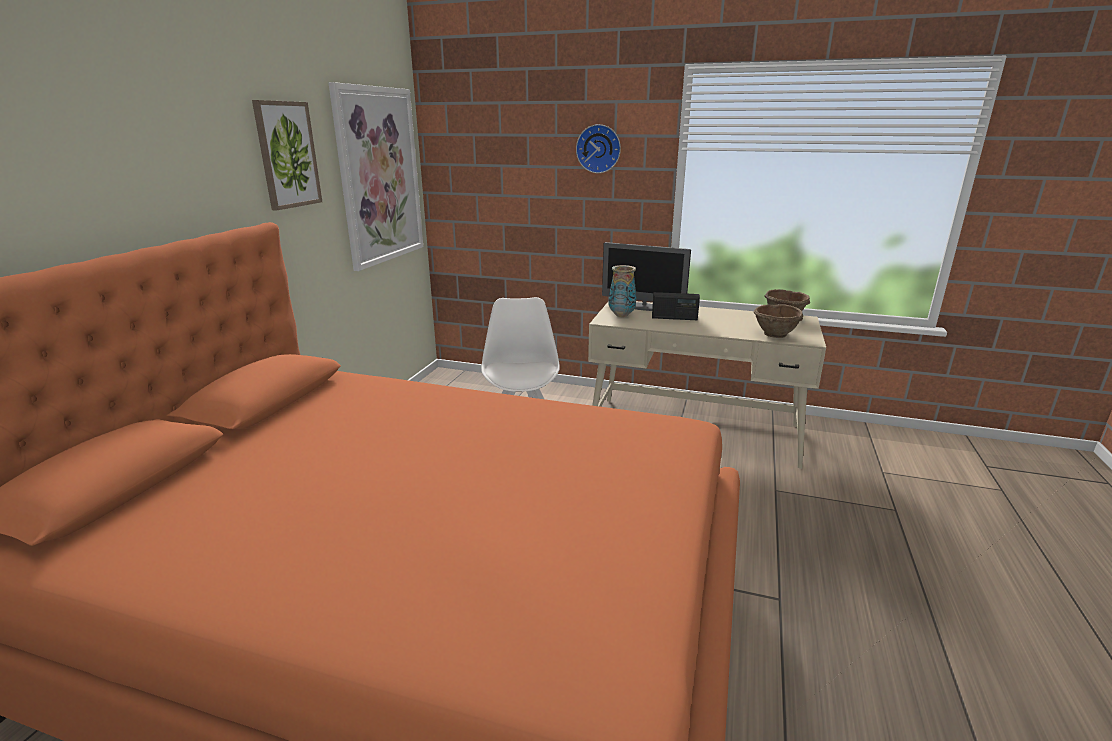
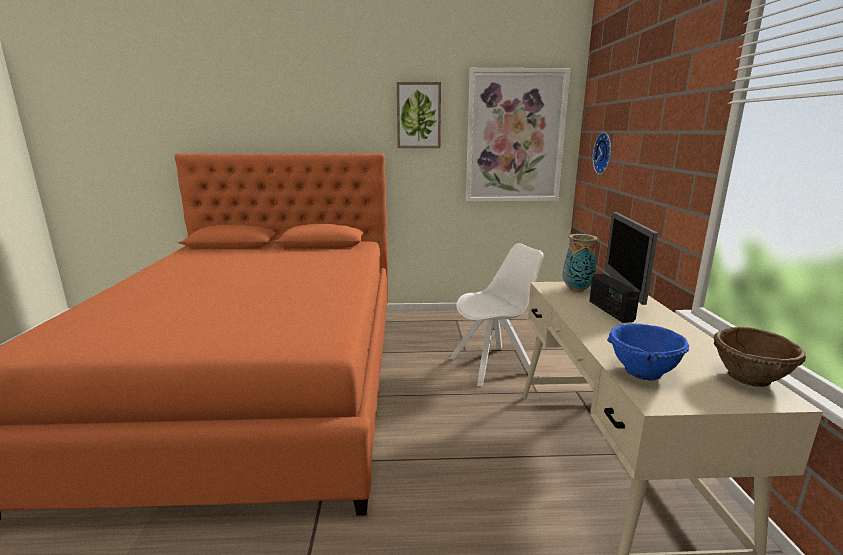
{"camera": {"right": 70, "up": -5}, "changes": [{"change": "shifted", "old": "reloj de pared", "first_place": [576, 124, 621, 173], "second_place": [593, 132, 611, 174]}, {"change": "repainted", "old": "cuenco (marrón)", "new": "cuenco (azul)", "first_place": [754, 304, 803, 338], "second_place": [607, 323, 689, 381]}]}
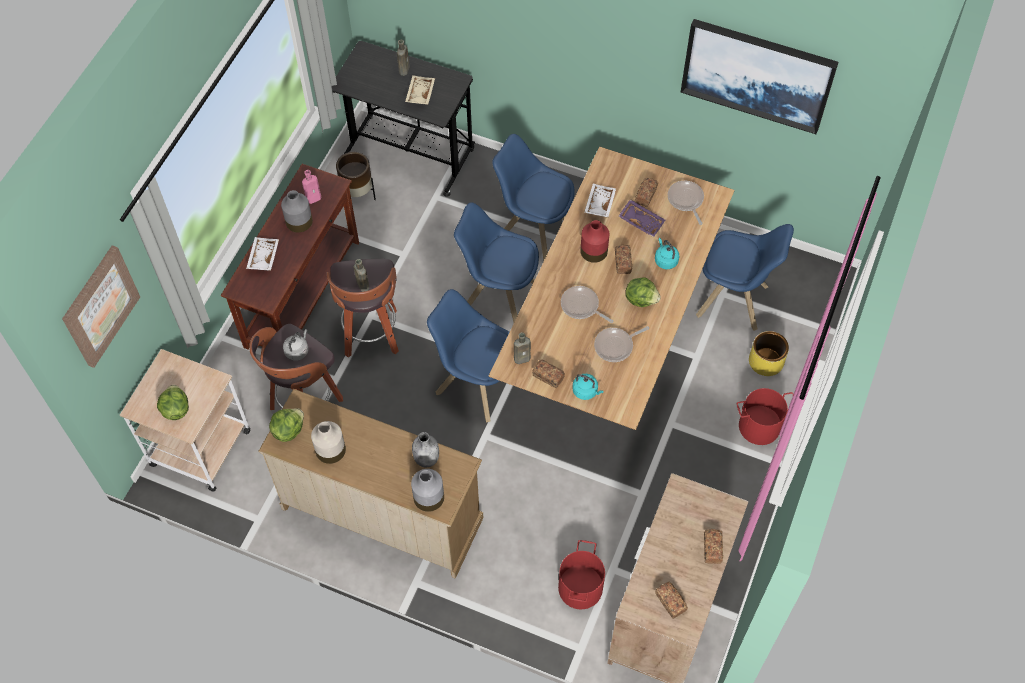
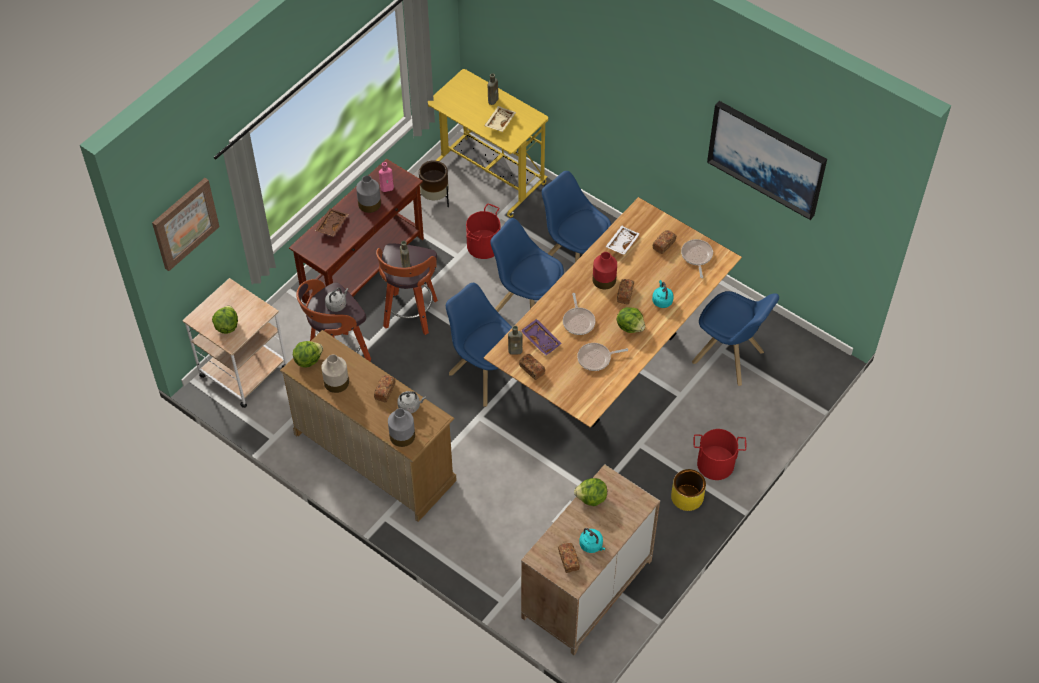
{"camera": {"right": 15, "up": -5}, "changes": [{"change": "repainted", "old": "bandeja (blanco)", "new": "bandeja (marrón)", "first_place": [246, 237, 279, 271], "second_place": [315, 208, 349, 237]}, {"change": "repainted", "old": "escritorio (negro)", "new": "escritorio (amarillo)", "first_place": [332, 41, 475, 196], "second_place": [428, 69, 548, 217]}, {"change": "swapped", "old": "botella (gris)", "new": "hervidor (gris)", "first_place": [412, 432, 439, 467], "second_place": [397, 391, 426, 413]}, {"change": "shifted", "old": "cubo (rojo)", "first_place": [558, 540, 605, 609], "second_place": [466, 204, 500, 259]}, {"change": "rotated", "old": "sartén", "first_place": [561, 286, 613, 323], "second_place": [563, 293, 596, 335], "degrees": -150}, {"change": "shifted", "old": "hervidor (turquesa)", "first_place": [572, 374, 603, 400], "second_place": [579, 528, 605, 553]}, {"change": "shifted", "old": "bandeja (morado)", "first_place": [619, 199, 665, 237], "second_place": [521, 319, 562, 356]}, {"change": "shifted", "old": "pan", "first_place": [704, 529, 723, 564], "second_place": [374, 375, 395, 402]}, {"change": "shifted", "old": "maceta (amarillo)", "first_place": [749, 331, 789, 376], "second_place": [671, 469, 706, 511]}, {"change": "new", "new": "lechuga", "second_place": [574, 478, 607, 506]}]}
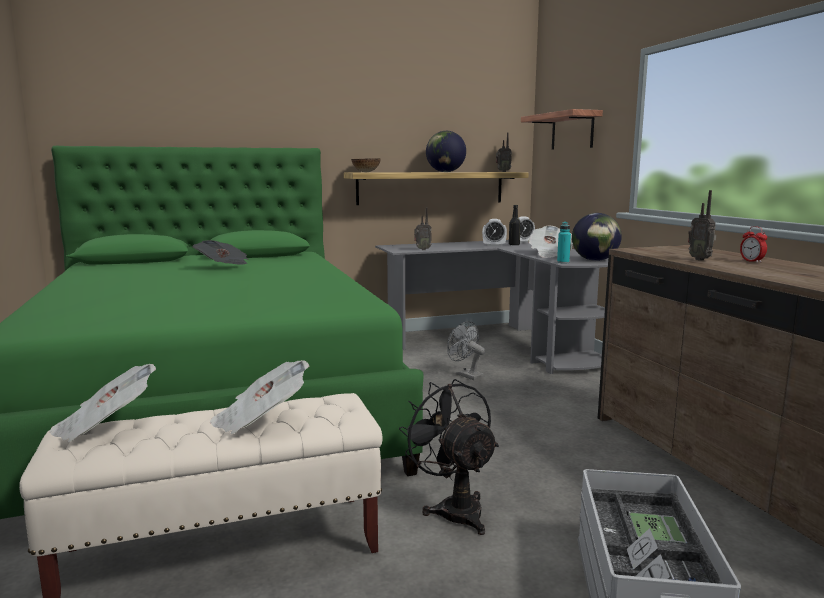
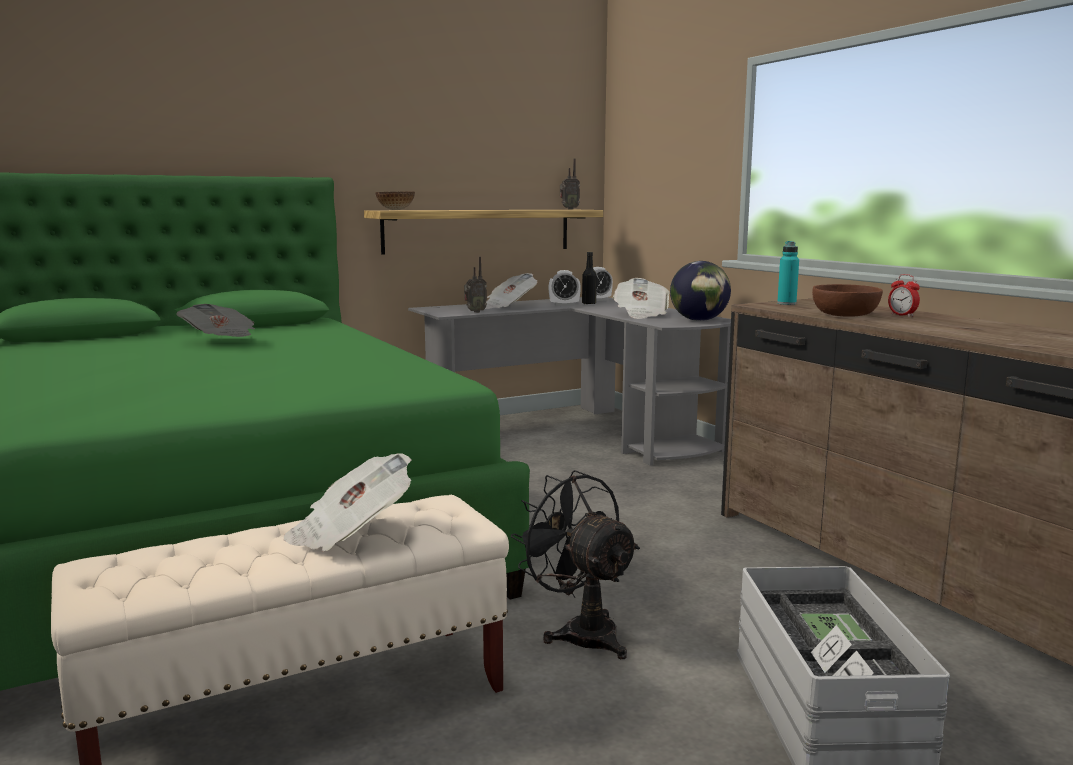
{"camera": {"right": -10, "up": 0}, "changes": [{"change": "shifted", "old": "periódico", "first_place": [49, 364, 156, 442], "second_place": [485, 273, 537, 309]}, {"change": "gone", "old": "globo terráqueo", "first_place": [426, 131, 466, 172]}, {"change": "gone", "old": "ventilador (gris)", "first_place": [447, 321, 485, 380]}, {"change": "gone", "old": "estante", "first_place": [521, 109, 603, 149]}, {"change": "shifted", "old": "botella (turquesa)", "first_place": [557, 222, 571, 263], "second_place": [777, 241, 799, 305]}, {"change": "swapped", "old": "radio", "new": "cuenco (marrón)", "first_place": [688, 190, 716, 260], "second_place": [812, 284, 883, 317]}]}
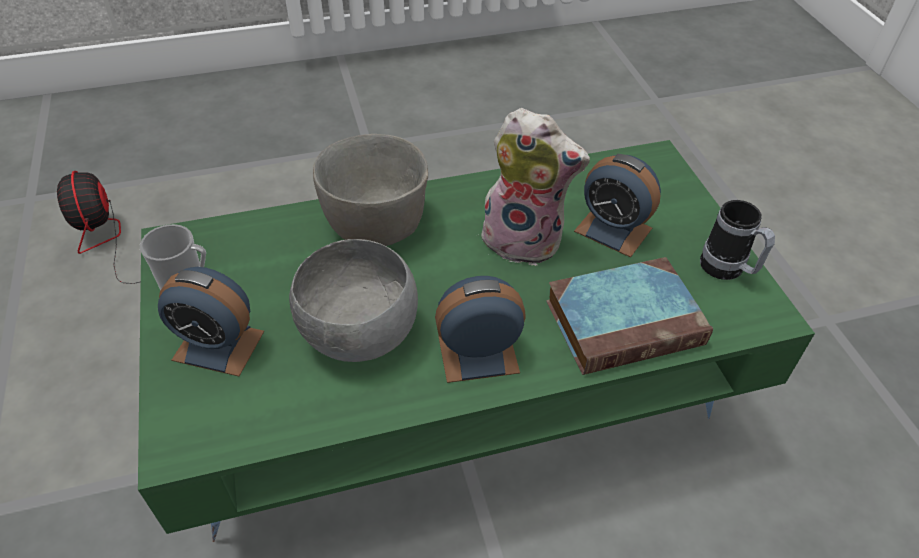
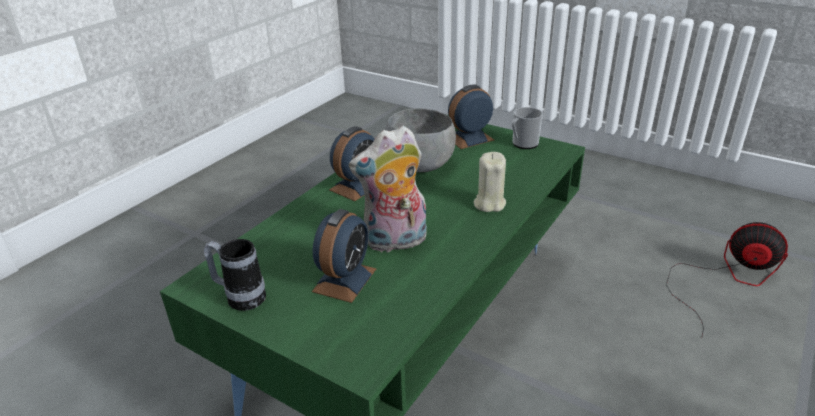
{"camera": {"right": 140, "up": -15}, "changes": [{"change": "swapped", "old": "cuenco (gris)", "new": "vela (beis)", "first_place": [313, 134, 428, 246], "second_place": [474, 152, 506, 212]}, {"change": "gone", "old": "libro", "first_place": [546, 257, 713, 375]}, {"change": "rotated", "old": "despertador", "first_place": [574, 154, 661, 258], "second_place": [312, 209, 376, 303], "degrees": 120}]}
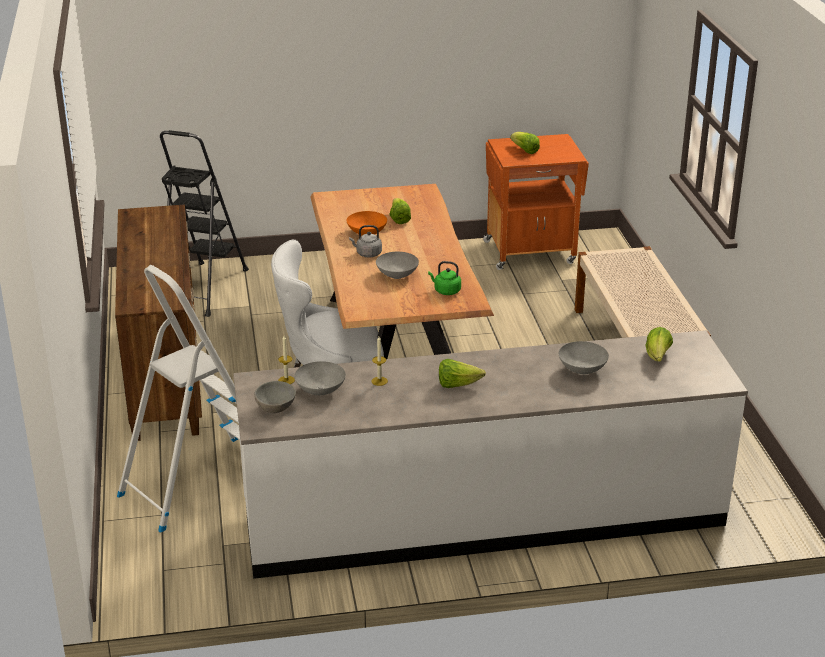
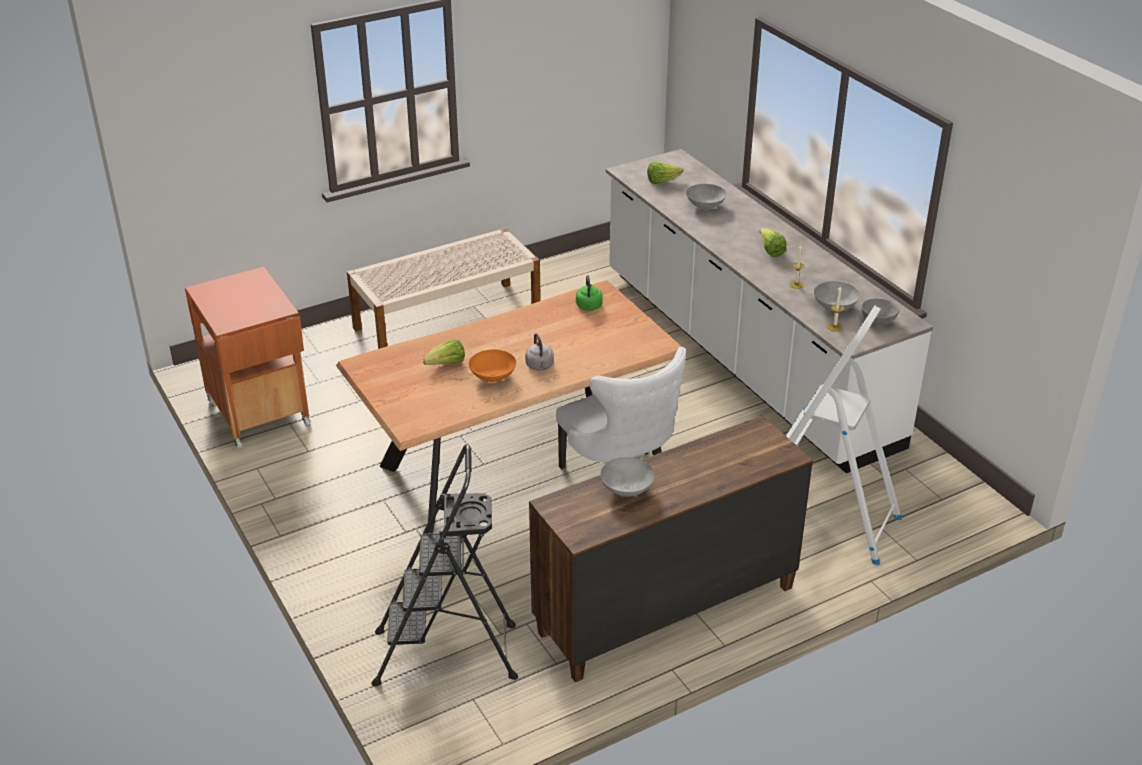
{"camera": {"right": -110, "up": 5}, "changes": [{"change": "shifted", "old": "cuenco (gris)", "first_place": [376, 252, 419, 279], "second_place": [600, 457, 655, 497]}, {"change": "gone", "old": "lechuga", "first_place": [510, 132, 540, 154]}]}
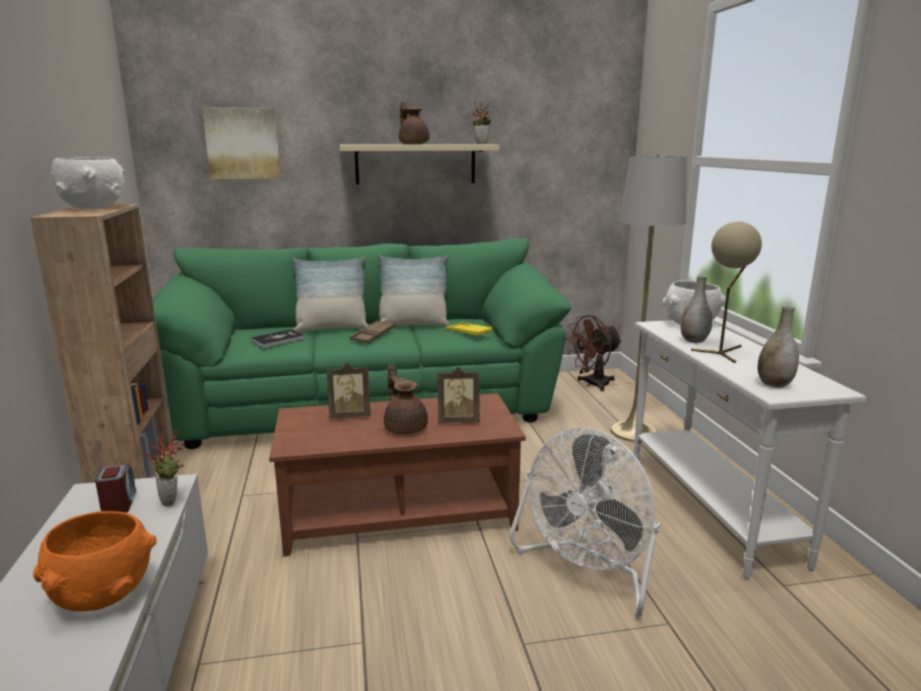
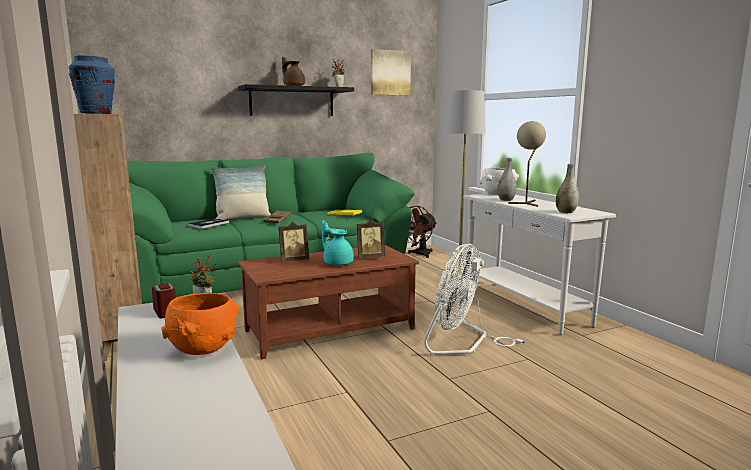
{"camera": {"right": -15, "up": -5}, "changes": [{"change": "swapped", "old": "cuenco (blanco)", "new": "florero (azul)", "first_place": [51, 157, 125, 209], "second_place": [69, 56, 115, 114]}, {"change": "shifted", "old": "cuadro", "first_place": [202, 107, 281, 179], "second_place": [371, 49, 411, 96]}, {"change": "repainted", "old": "estante (beis)", "new": "estante (negro)", "first_place": [339, 144, 500, 185], "second_place": [238, 84, 354, 116]}, {"change": "gone", "old": "cojín", "first_place": [378, 255, 450, 326]}, {"change": "repainted", "old": "tetera (marrón)", "new": "tetera (turquesa)", "first_place": [384, 364, 428, 435], "second_place": [322, 220, 354, 265]}, {"change": "rotated", "old": "ventilador (blanco)", "first_place": [510, 427, 661, 619], "second_place": [424, 244, 525, 356], "degrees": 90}]}
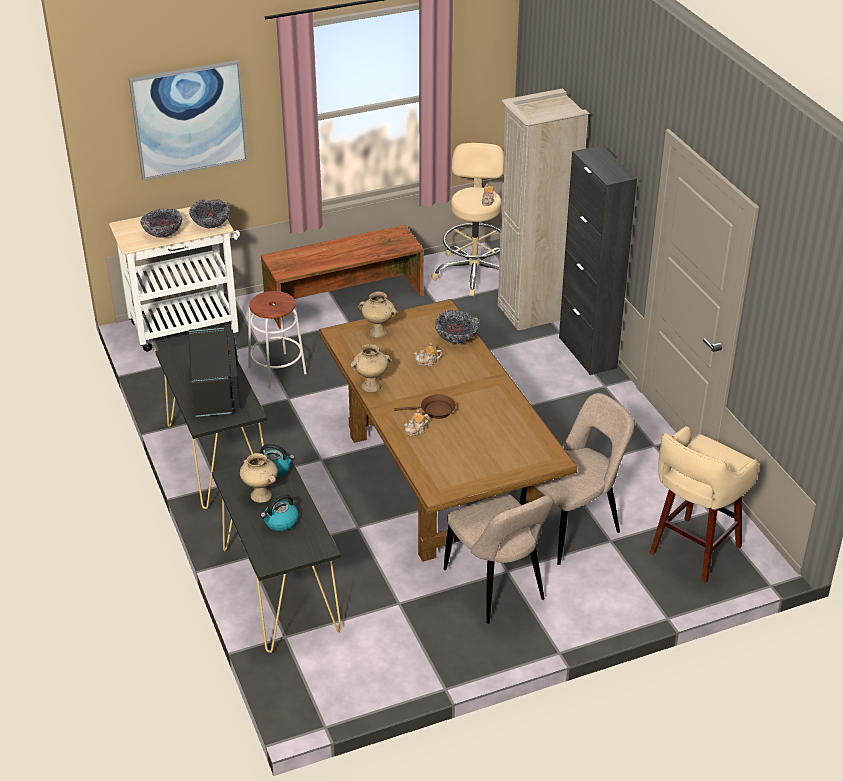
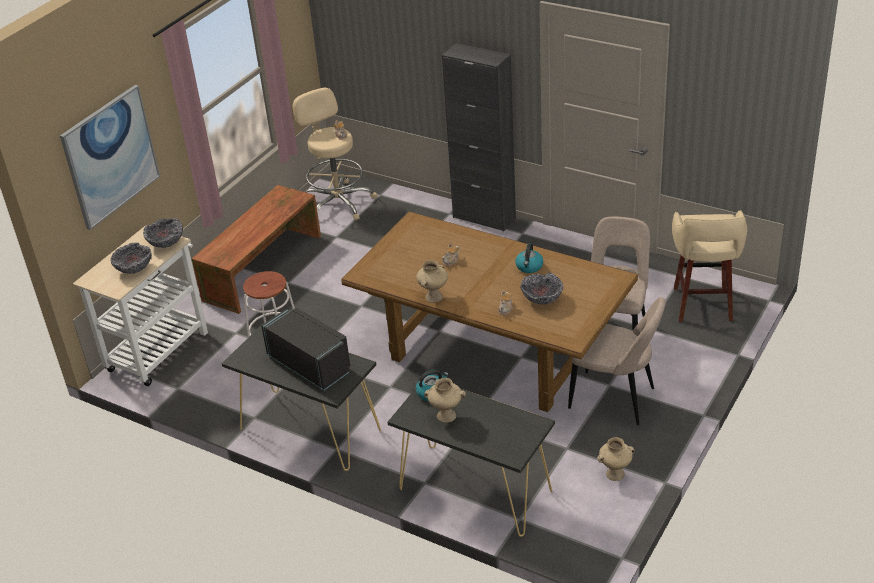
{"camera": {"right": -35, "up": 0}, "changes": [{"change": "shifted", "old": "hervidor", "first_place": [261, 494, 299, 531], "second_place": [515, 243, 543, 273]}, {"change": "shifted", "old": "florero (beis)", "first_place": [358, 292, 397, 338], "second_place": [597, 437, 635, 481]}, {"change": "gone", "old": "sartén (marrón)", "first_place": [394, 394, 456, 419]}, {"change": "shifted", "old": "cuenco", "first_place": [435, 310, 479, 344], "second_place": [521, 273, 563, 305]}, {"change": "gone", "old": "armario (beis)", "first_place": [498, 88, 589, 330]}]}
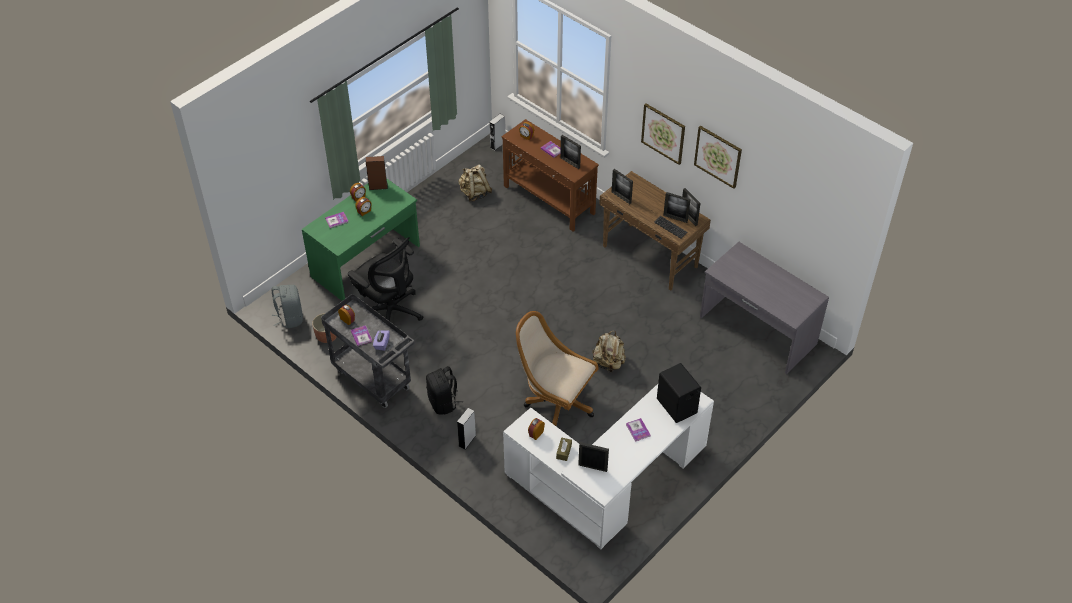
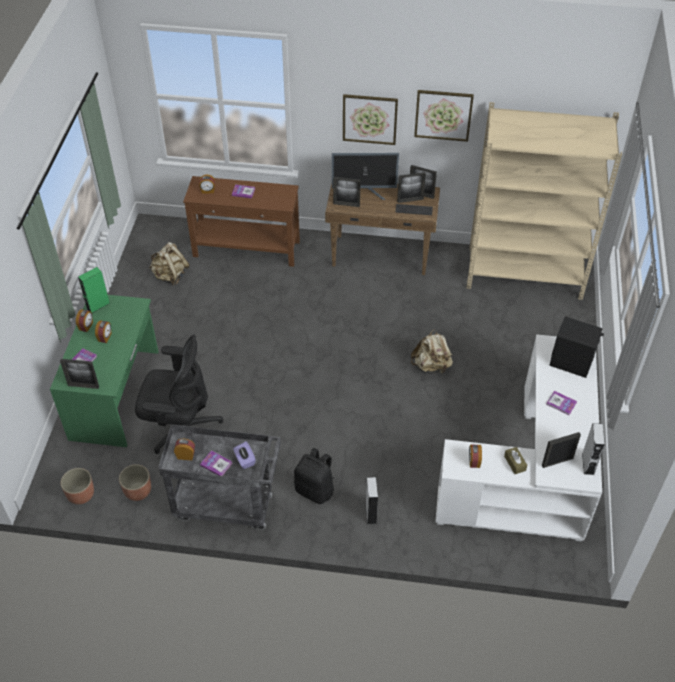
{"camera": {"right": -35, "up": 0}, "changes": [{"change": "swapped", "old": "mochila (gris)", "new": "maceta", "first_place": [271, 285, 303, 328], "second_place": [61, 468, 94, 505]}, {"change": "repainted", "old": "altavoz (marrón)", "new": "altavoz (verde)", "first_place": [366, 156, 388, 190], "second_place": [78, 267, 110, 313]}, {"change": "shifted", "old": "altavoz (gris)", "first_place": [489, 114, 505, 151], "second_place": [582, 423, 605, 475]}, {"change": "gone", "old": "silla de oficina", "first_place": [516, 311, 599, 426]}, {"change": "shifted", "old": "portarretratos", "first_place": [560, 135, 581, 169], "second_place": [60, 359, 99, 389]}, {"change": "swapped", "old": "escritorio (gris)", "new": "estantería (beis)", "first_place": [700, 242, 829, 374], "second_place": [467, 102, 622, 300]}, {"change": "new", "new": "monitor", "second_place": [332, 153, 399, 200]}]}
